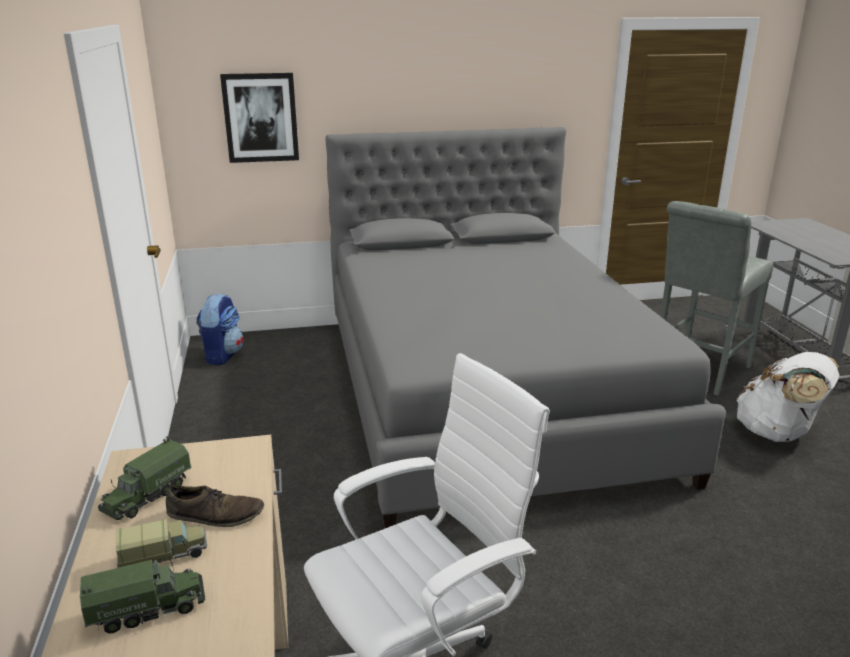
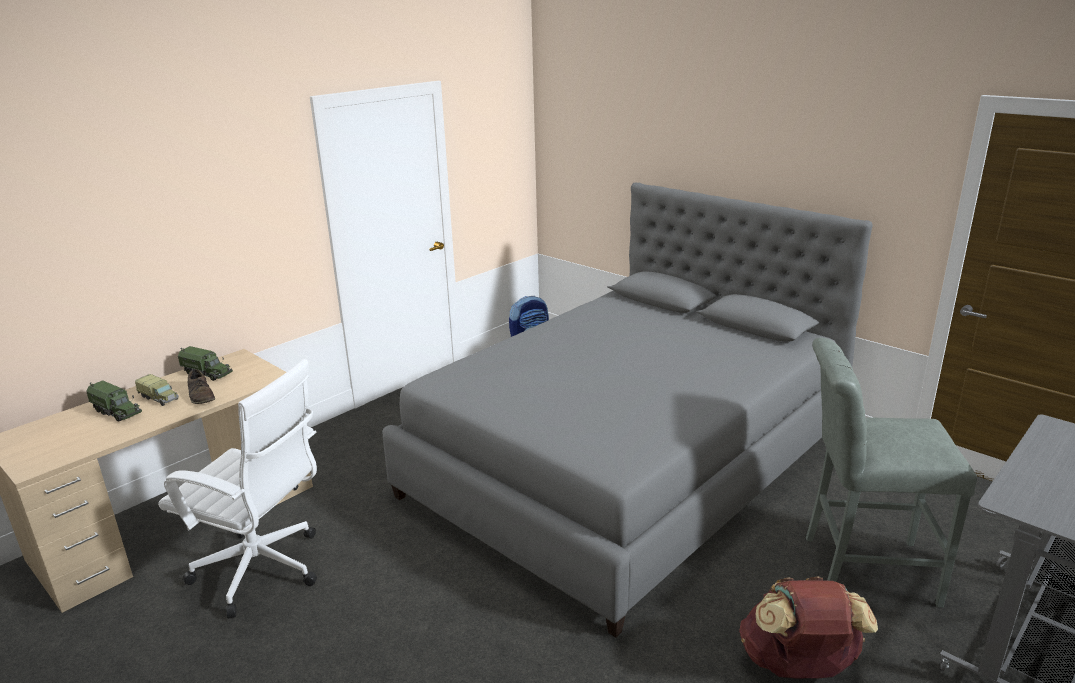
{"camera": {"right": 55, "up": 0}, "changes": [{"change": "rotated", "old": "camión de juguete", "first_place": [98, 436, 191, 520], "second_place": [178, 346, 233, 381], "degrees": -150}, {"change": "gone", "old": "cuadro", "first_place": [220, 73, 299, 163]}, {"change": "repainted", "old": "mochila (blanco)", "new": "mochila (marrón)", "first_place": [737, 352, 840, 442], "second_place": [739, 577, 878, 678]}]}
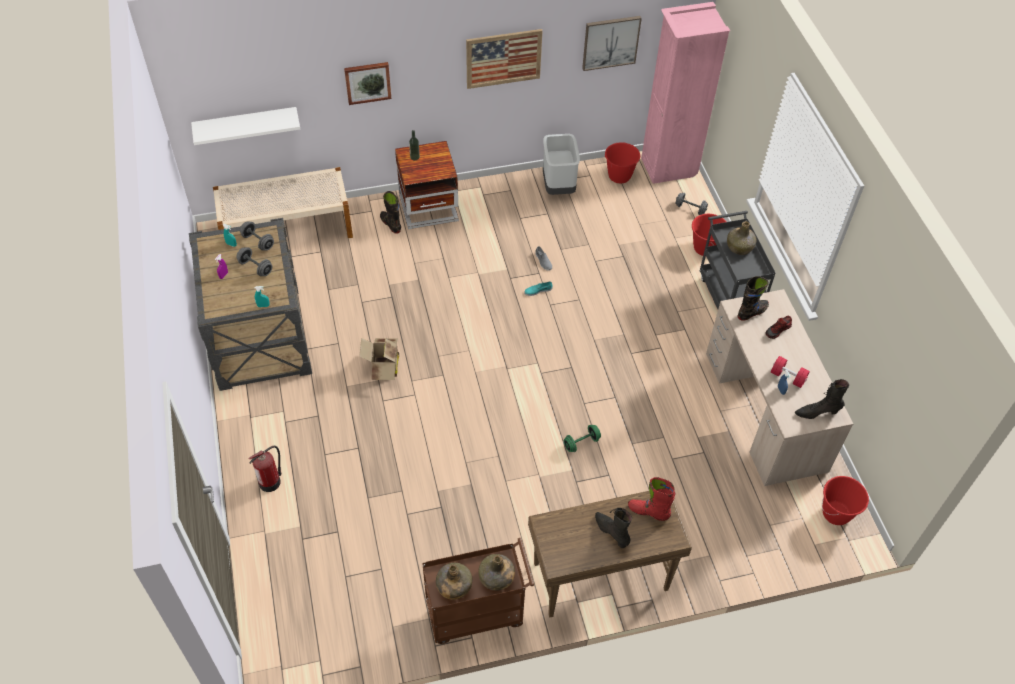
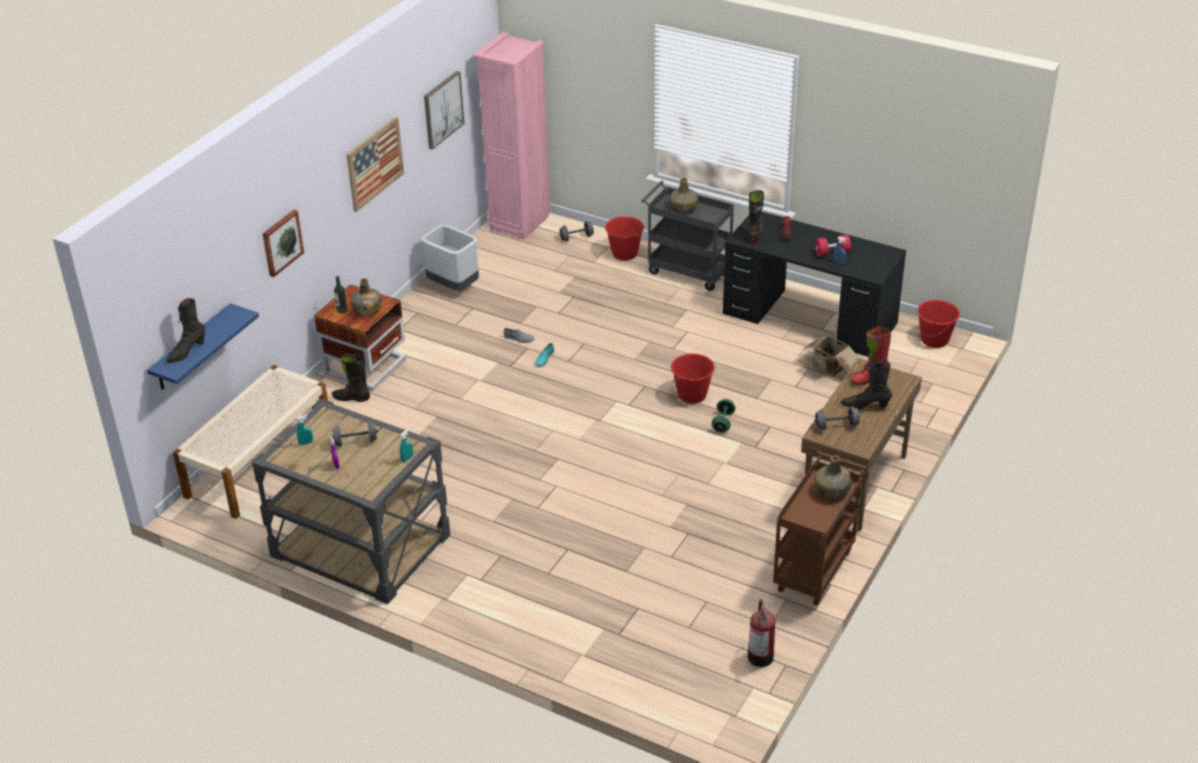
{"camera": {"right": -45, "up": -15}, "changes": [{"change": "repainted", "old": "estante (blanco)", "new": "estante (azul)", "first_place": [191, 107, 300, 145], "second_place": [147, 303, 259, 390]}, {"change": "shifted", "old": "mancuerna (gris)", "first_place": [240, 221, 274, 251], "second_place": [815, 406, 860, 430]}, {"change": "shifted", "old": "extintor", "first_place": [248, 446, 281, 492], "second_place": [748, 599, 775, 667]}, {"change": "shifted", "old": "caja de cartón", "first_place": [359, 338, 399, 380], "second_place": [803, 334, 859, 377]}, {"change": "shifted", "old": "botella (verde)", "first_place": [436, 563, 472, 600], "second_place": [350, 278, 382, 316]}, {"change": "shifted", "old": "cubo (rojo)", "first_place": [604, 142, 641, 183], "second_place": [671, 353, 715, 404]}, {"change": "repainted", "old": "escritorio (beis)", "new": "escritorio (negro)", "first_place": [706, 289, 853, 486], "second_place": [723, 212, 906, 357]}, {"change": "shifted", "old": "bota (negro)", "first_place": [795, 379, 849, 419], "second_place": [166, 298, 205, 363]}]}
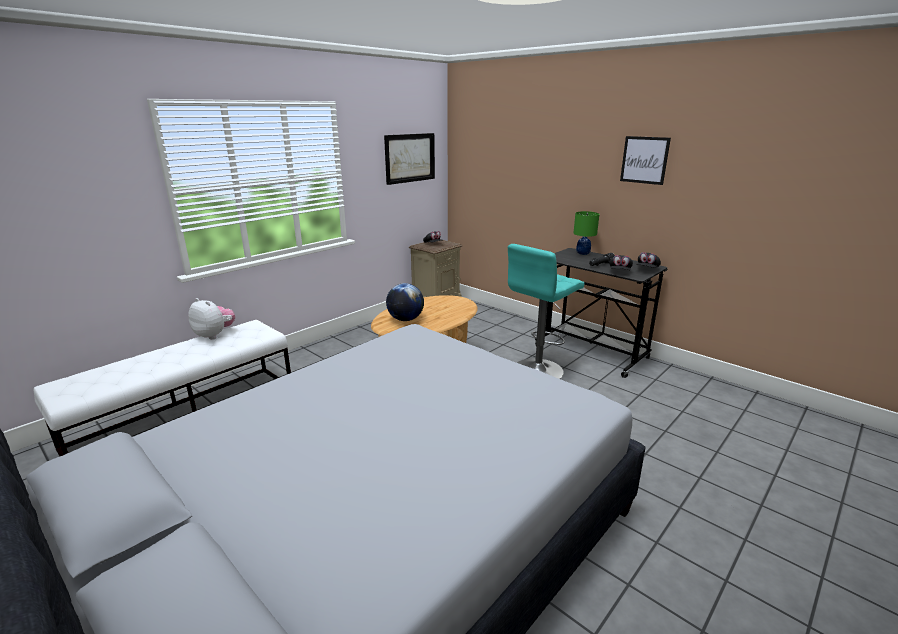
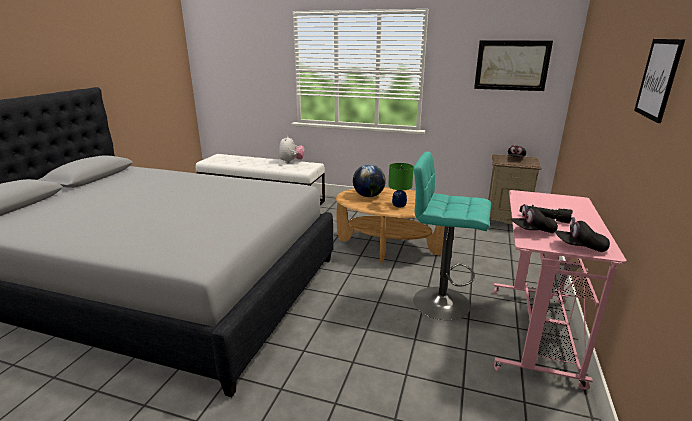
{"camera": {"right": 65, "up": 0}, "changes": [{"change": "repainted", "old": "escritorio (negro)", "new": "escritorio (rosa)", "first_place": [535, 248, 667, 378], "second_place": [493, 190, 626, 390]}, {"change": "shifted", "old": "lámpara de mesa (verde)", "first_place": [573, 211, 599, 255], "second_place": [388, 163, 414, 208]}]}
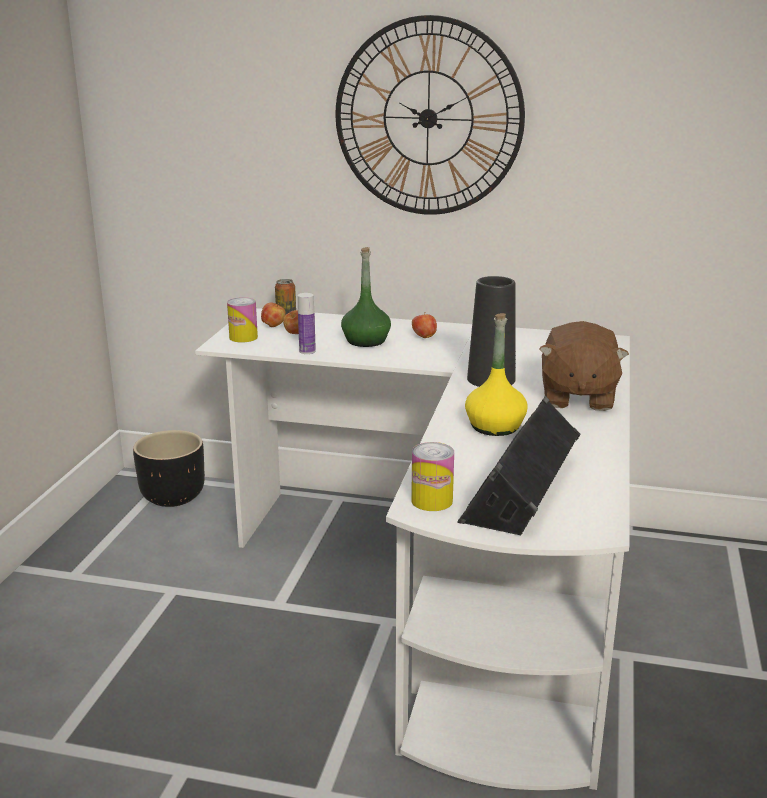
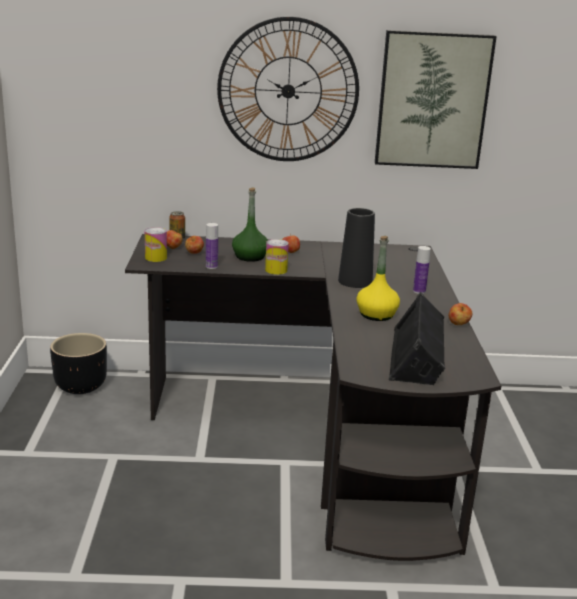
{"camera": {"right": -15, "up": 0}, "changes": [{"change": "repainted", "old": "escritorio (blanco)", "new": "escritorio (negro)", "first_place": [195, 308, 630, 790], "second_place": [125, 234, 501, 561]}, {"change": "shifted", "old": "lata", "first_place": [411, 442, 454, 511], "second_place": [265, 239, 289, 275]}, {"change": "swapped", "old": "peluche (marrón)", "new": "botella", "first_place": [539, 321, 629, 411], "second_place": [413, 246, 431, 294]}, {"change": "new", "new": "cuadro", "second_place": [375, 30, 497, 169]}, {"change": "new", "new": "manzana", "second_place": [449, 303, 472, 325]}]}
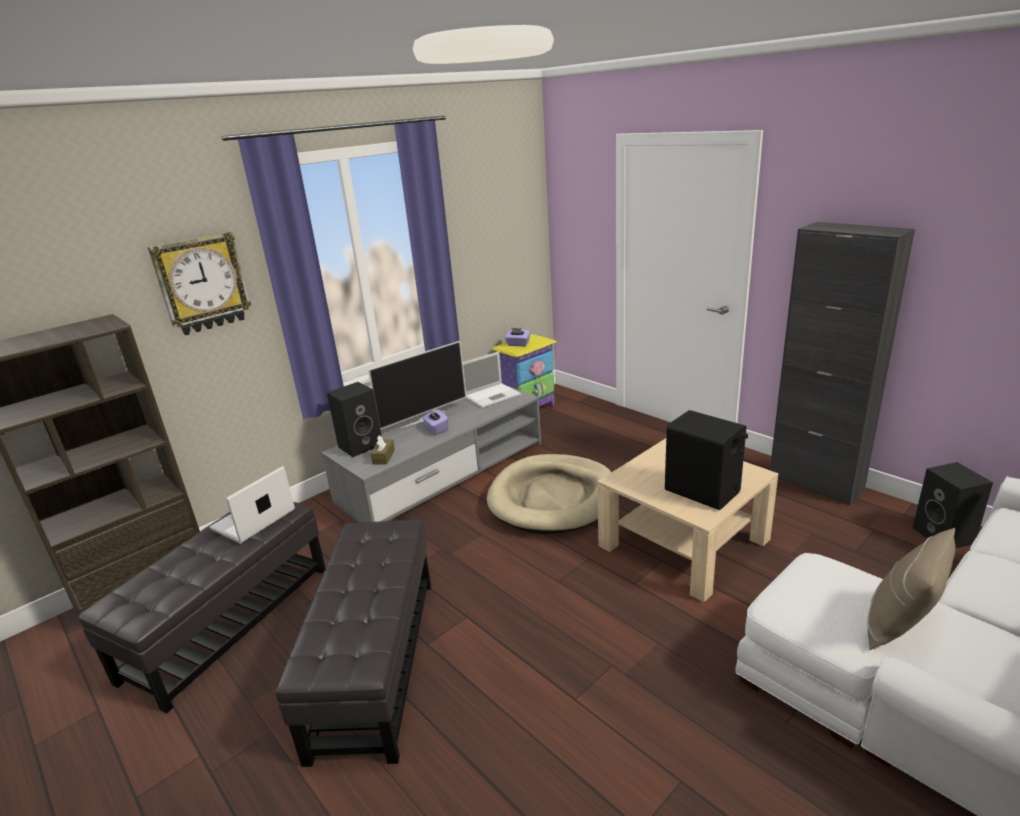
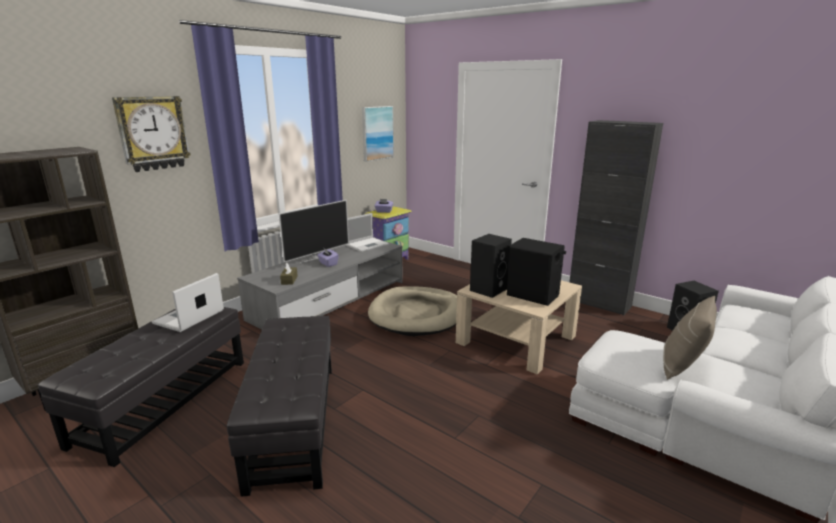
{"camera": {"right": -10, "up": -5}, "changes": [{"change": "shifted", "old": "altavoz (negro)", "first_place": [327, 382, 382, 457], "second_place": [470, 234, 512, 298]}, {"change": "new", "new": "cuadro", "second_place": [362, 106, 394, 162]}]}
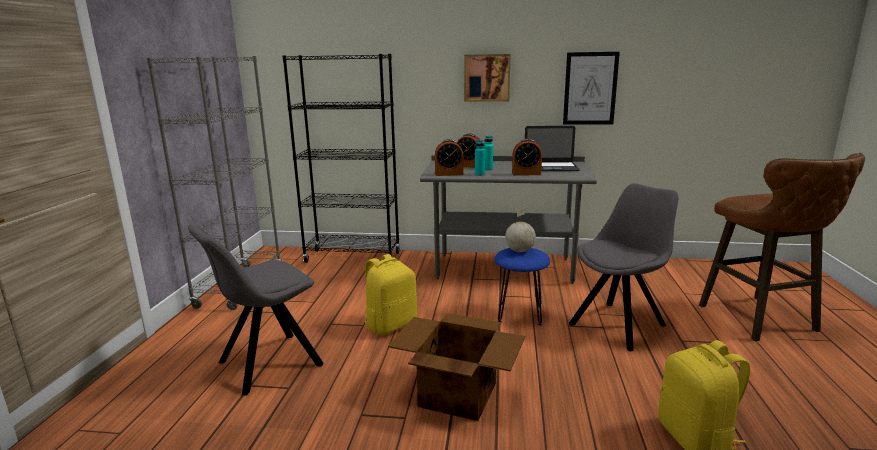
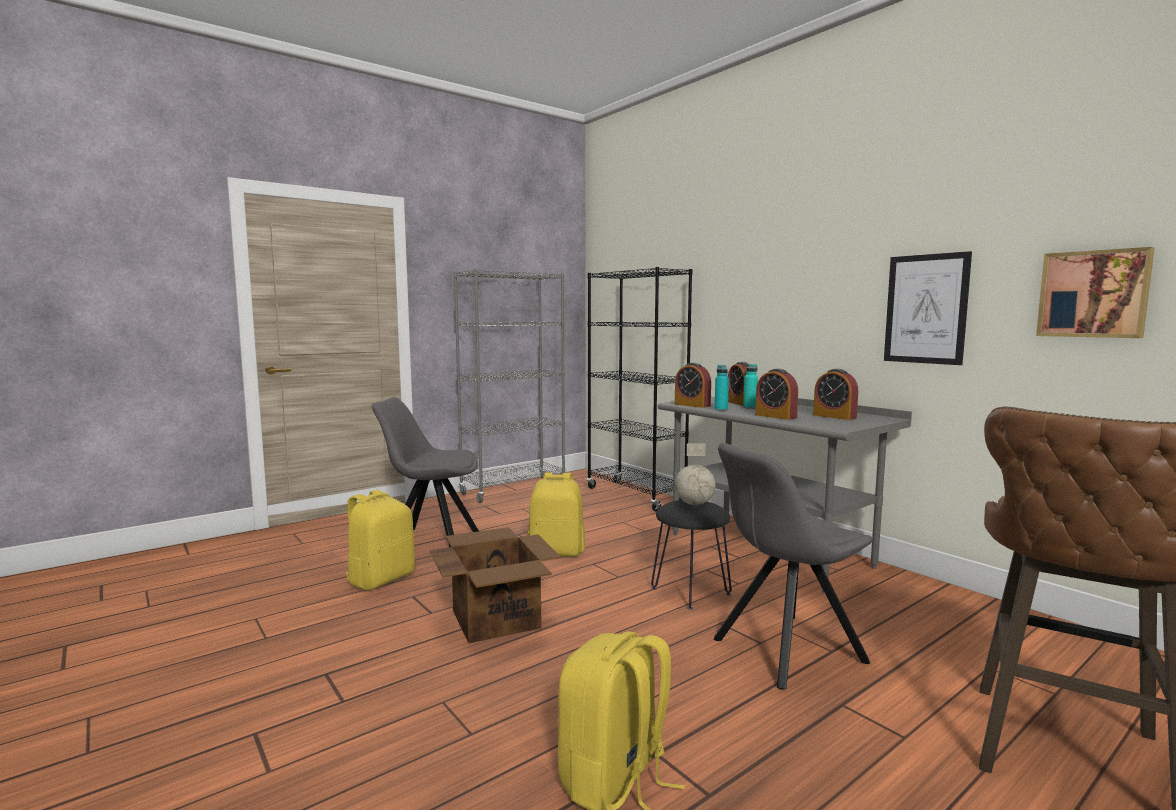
{"camera": {"right": 45, "up": -10}, "changes": [{"change": "shifted", "old": "cuadro", "first_place": [464, 54, 511, 102], "second_place": [1036, 247, 1155, 338]}, {"change": "repainted", "old": "taburete (azul)", "new": "taburete (negro)", "first_place": [494, 248, 550, 326], "second_place": [651, 500, 732, 610]}, {"change": "swapped", "old": "portátil", "new": "despertador", "first_place": [525, 126, 580, 171], "second_place": [813, 369, 858, 420]}, {"change": "rotated", "old": "silla (gris)", "first_place": [569, 183, 678, 351], "second_place": [714, 443, 873, 690], "degrees": 150}, {"change": "new", "new": "mochila (amarillo)", "second_place": [346, 490, 415, 590]}]}
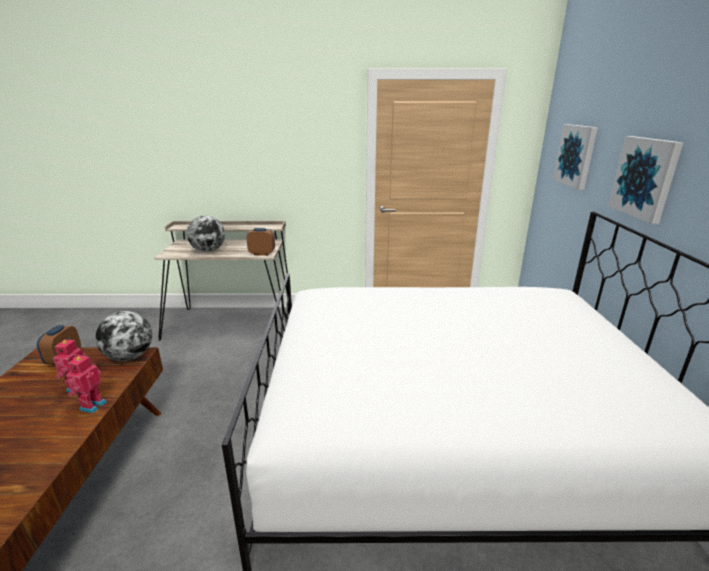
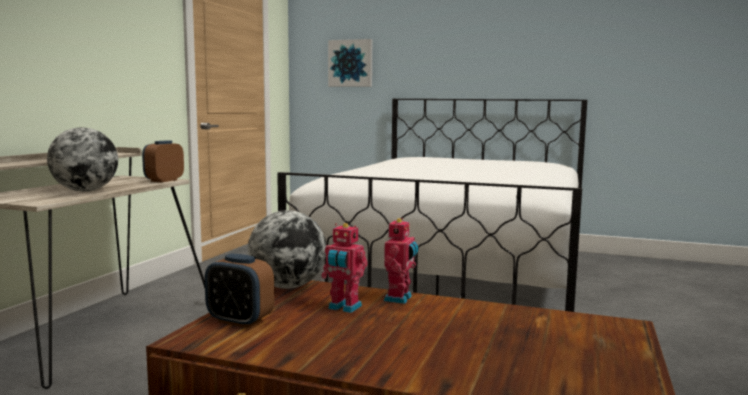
{"camera": {"right": -70, "up": -15}, "changes": [{"change": "rotated", "old": "robot de juguete", "first_place": [66, 354, 106, 413], "second_place": [384, 218, 418, 304], "degrees": -105}, {"change": "gone", "old": "cuadro", "first_place": [609, 136, 683, 224]}]}
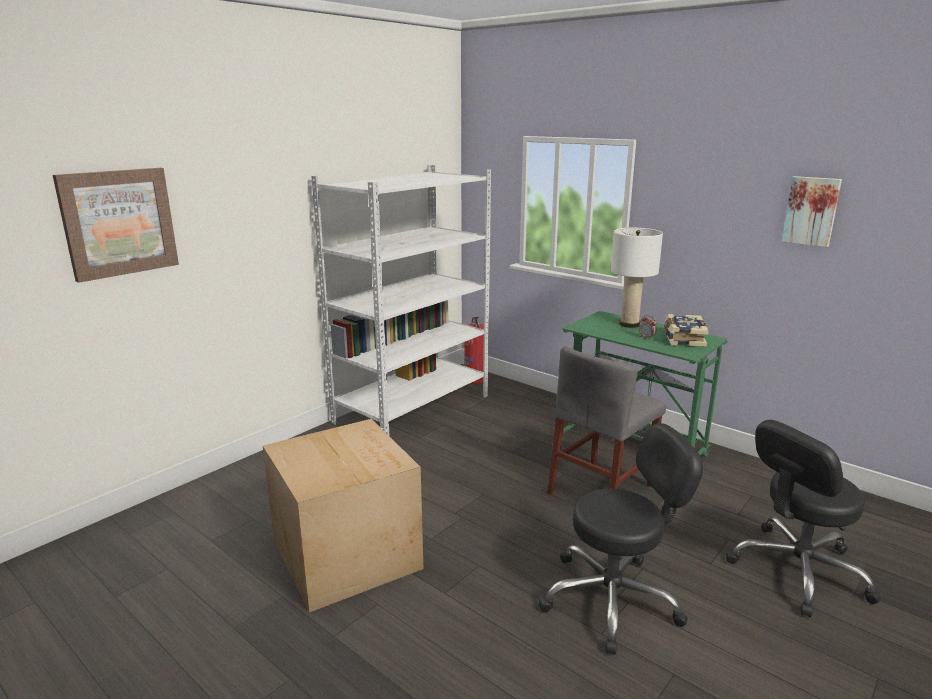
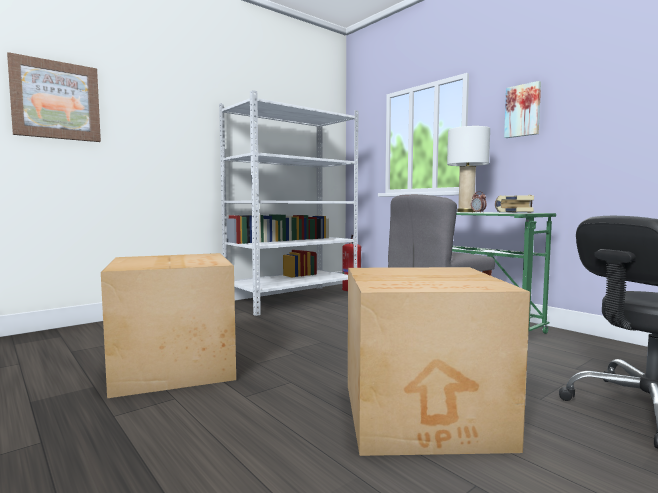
{"camera": {"right": 10, "up": -15}, "changes": [{"change": "swapped", "old": "silla de oficina (negro)", "new": "caja de cartón", "first_place": [539, 423, 703, 655], "second_place": [348, 267, 530, 456]}, {"change": "shifted", "old": "cuadro", "first_place": [781, 176, 842, 247], "second_place": [504, 81, 541, 138]}]}
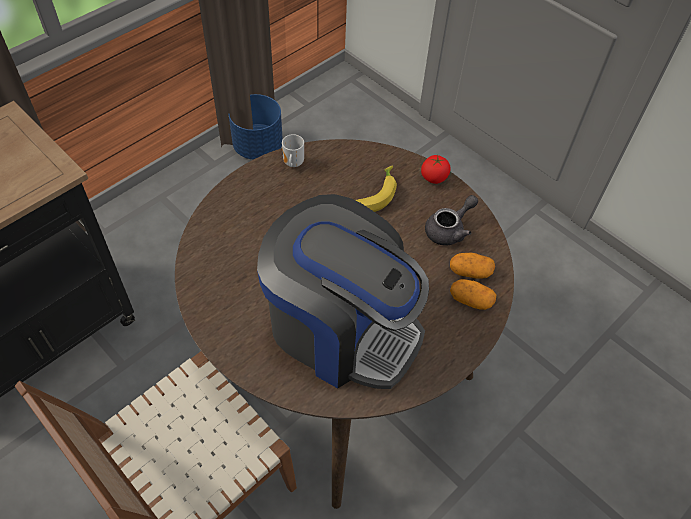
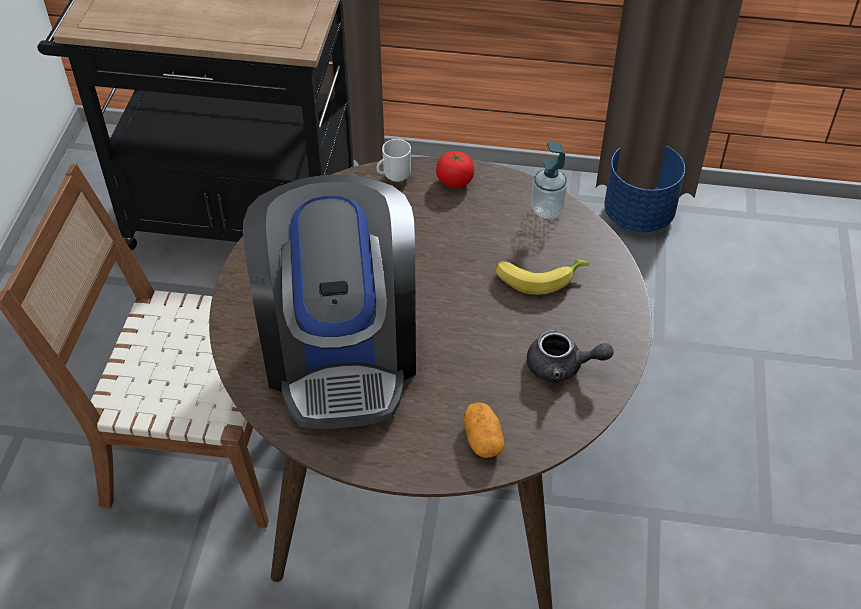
{"camera": {"right": 55, "up": -5}, "changes": [{"change": "shifted", "old": "taza grande", "first_place": [282, 134, 304, 167], "second_place": [376, 139, 411, 182]}, {"change": "shifted", "old": "tomate", "first_place": [421, 155, 451, 184], "second_place": [436, 151, 474, 188]}, {"change": "gone", "old": "patata", "first_place": [450, 253, 495, 279]}, {"change": "new", "new": "dispensador de jabón", "second_place": [531, 142, 567, 219]}]}
